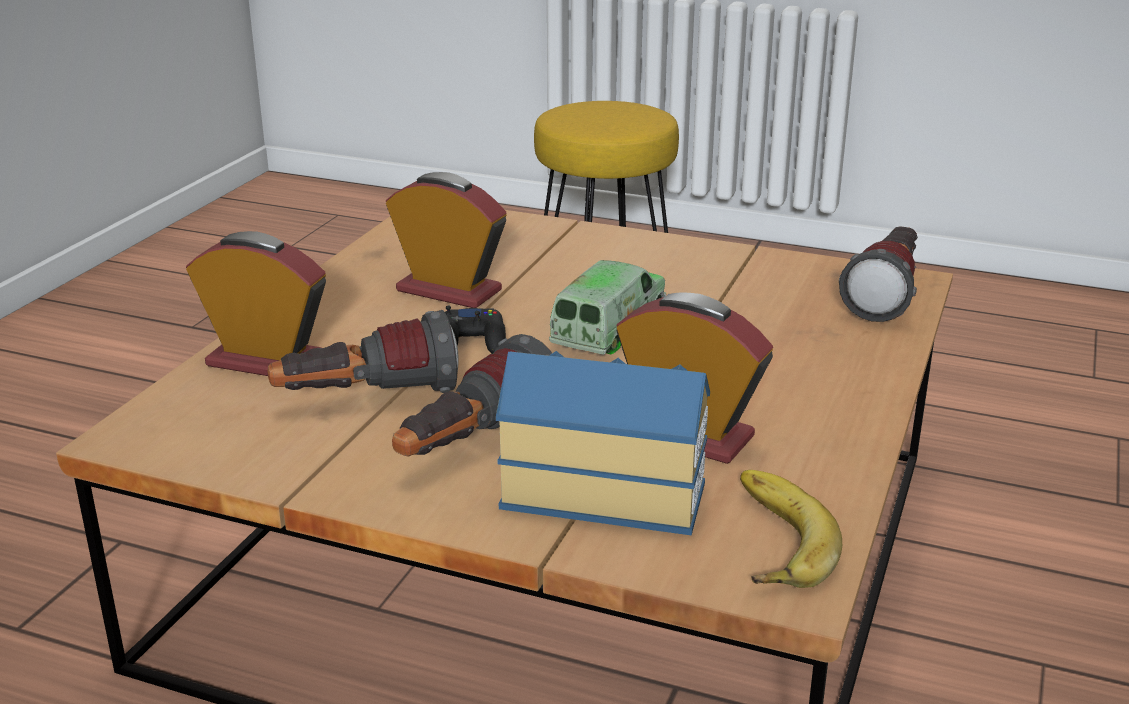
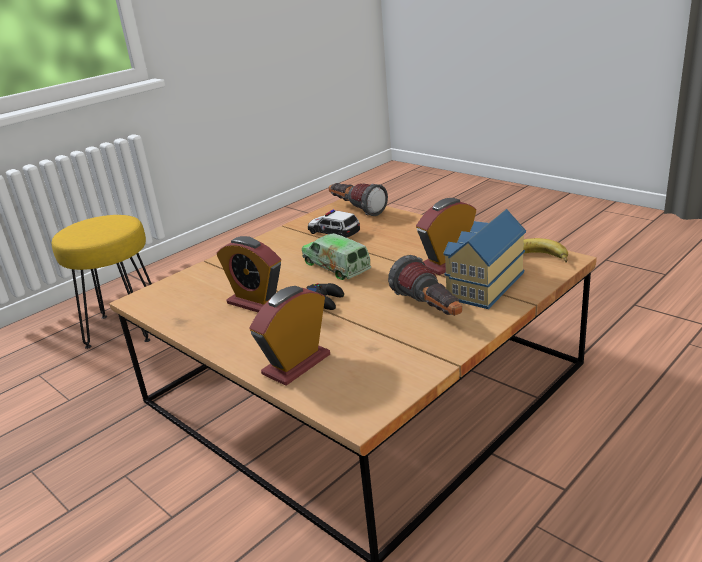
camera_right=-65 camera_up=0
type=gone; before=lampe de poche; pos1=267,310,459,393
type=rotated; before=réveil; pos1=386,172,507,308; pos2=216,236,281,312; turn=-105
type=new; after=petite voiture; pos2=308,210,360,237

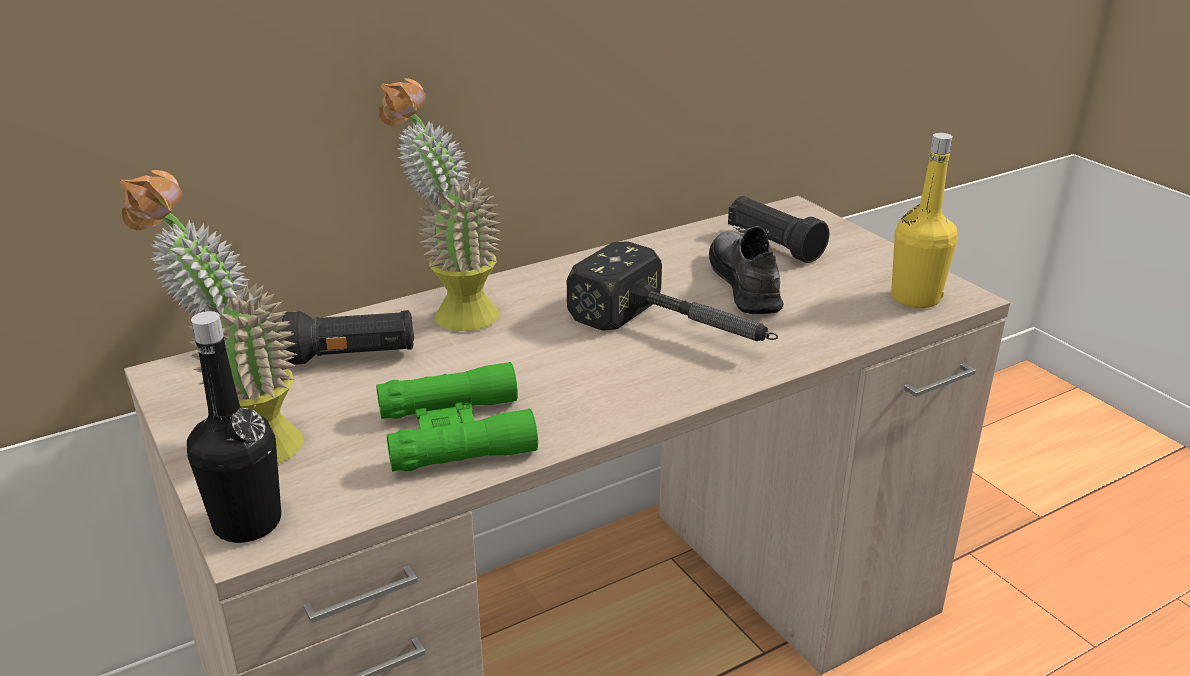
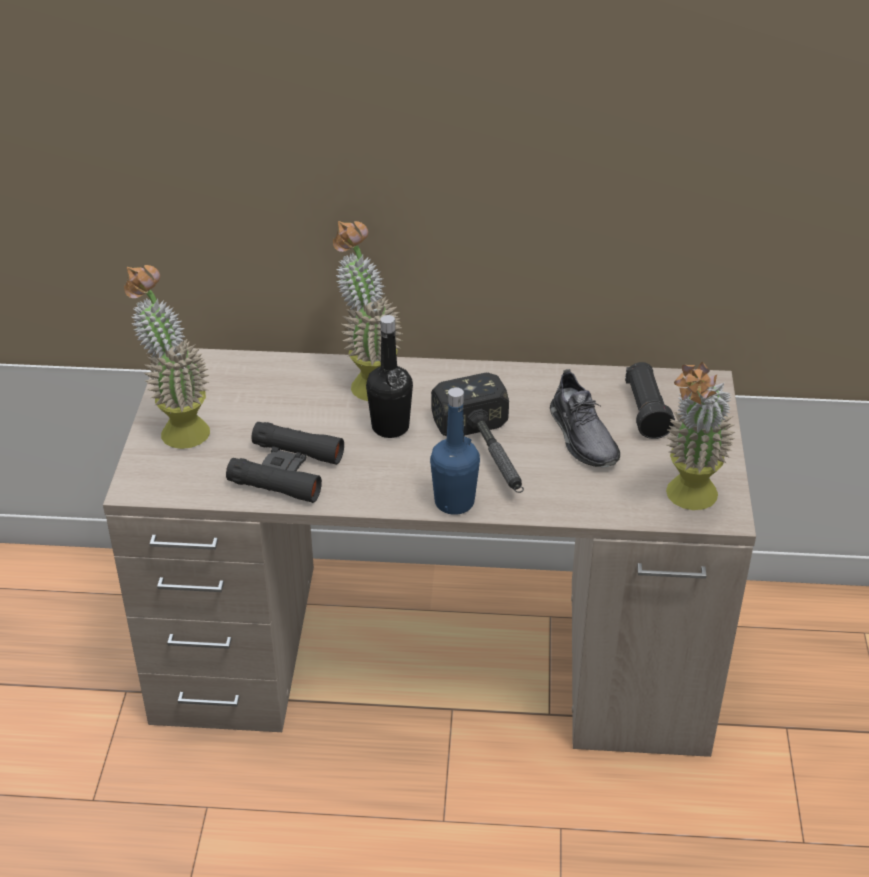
camera_right=35 camera_up=10
type=shifted; before=bouteille (noir); pos1=187,311,281,543; pos2=366,315,413,438
type=gone; before=lampe de poche (noir); pos1=282,310,414,365
type=repainted; before=jumelles (vert); after=jumelles (noir); pos1=376,362,538,471; pos2=226,422,344,503
type=rotated; before=chaussure (gris); pos1=709,226,783,314; pos2=550,369,620,468; turn=135
type=swapped; before=bouteille (jaune); after=plante en pot; pos1=891,133,957,308; pos2=665,362,735,510
type=new; after=bouteille (bleu); pos2=430,387,480,515

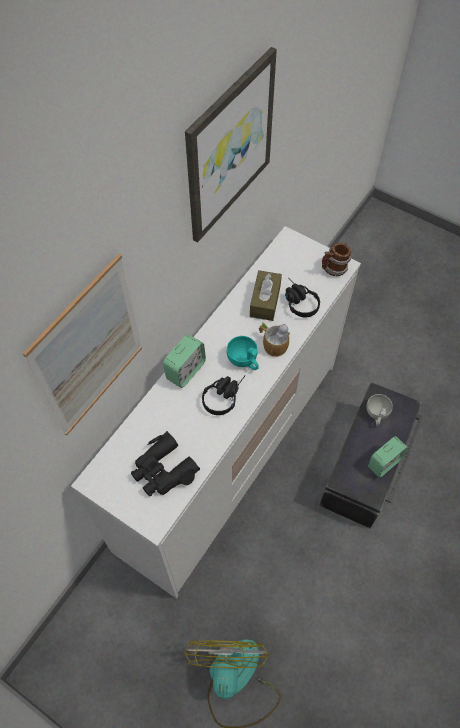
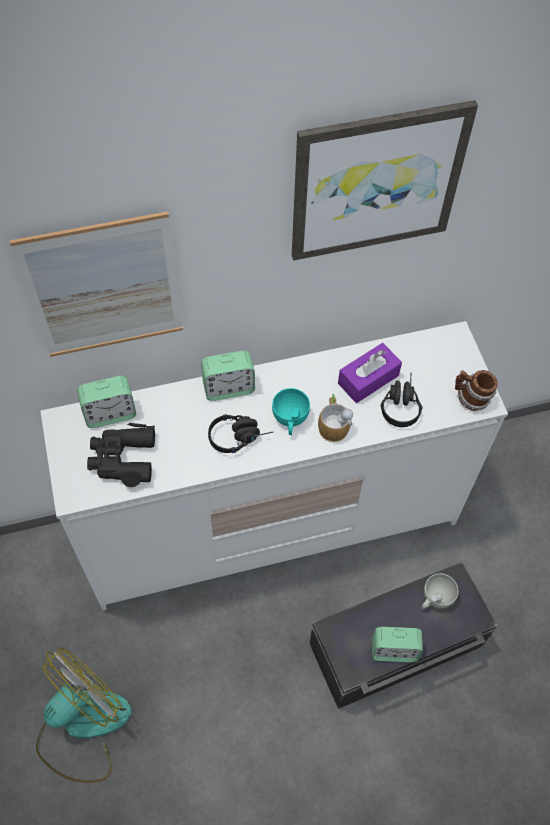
camera_right=40 camera_up=0
type=repainted; before=boîte à mouchoirs (marron); after=boîte à mouchoirs (violet); pos1=250,270,282,321; pos2=338,343,402,403
type=new; after=réveil; pos2=77,376,136,428

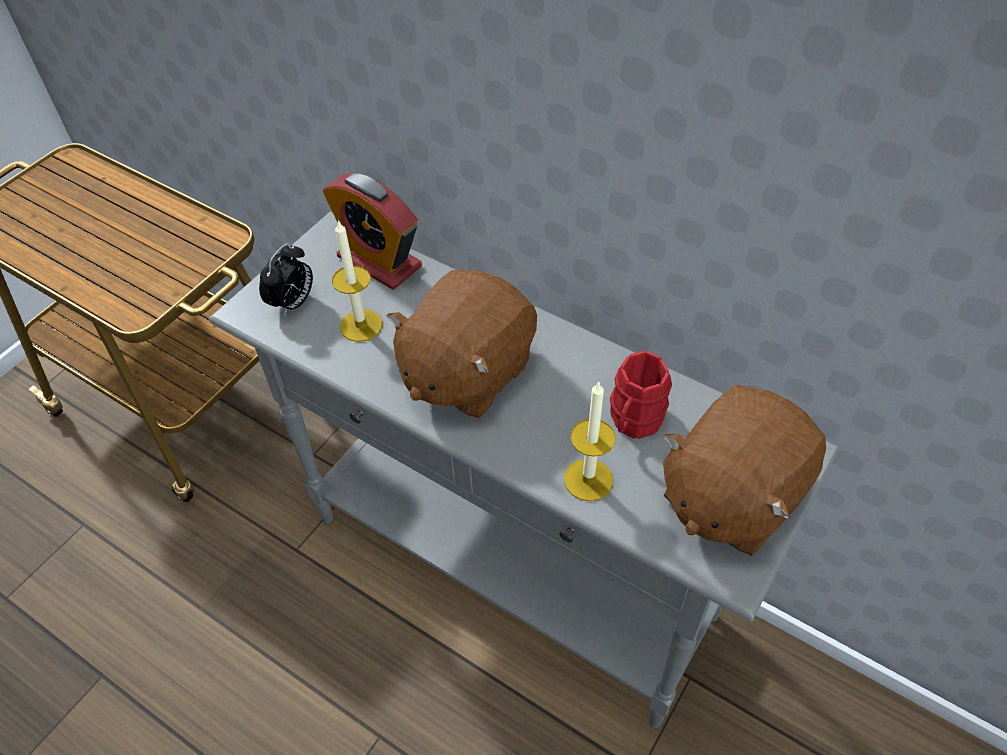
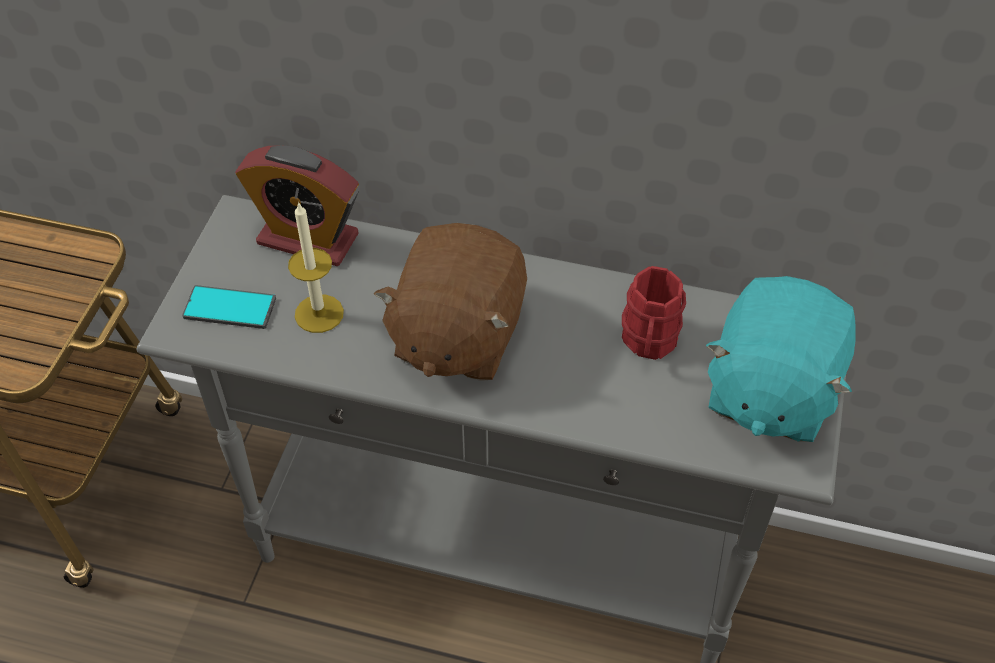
camera_right=-20 camera_up=0
type=swapped; before=réveil; after=téléphone; pos1=259,243,313,316; pos2=182,285,276,329
type=gone; before=bougie; pos1=564,382,616,501
type=repainted; before=peluche (marron); after=peluche (turquoise); pos1=663,385,826,556; pos2=706,276,856,442

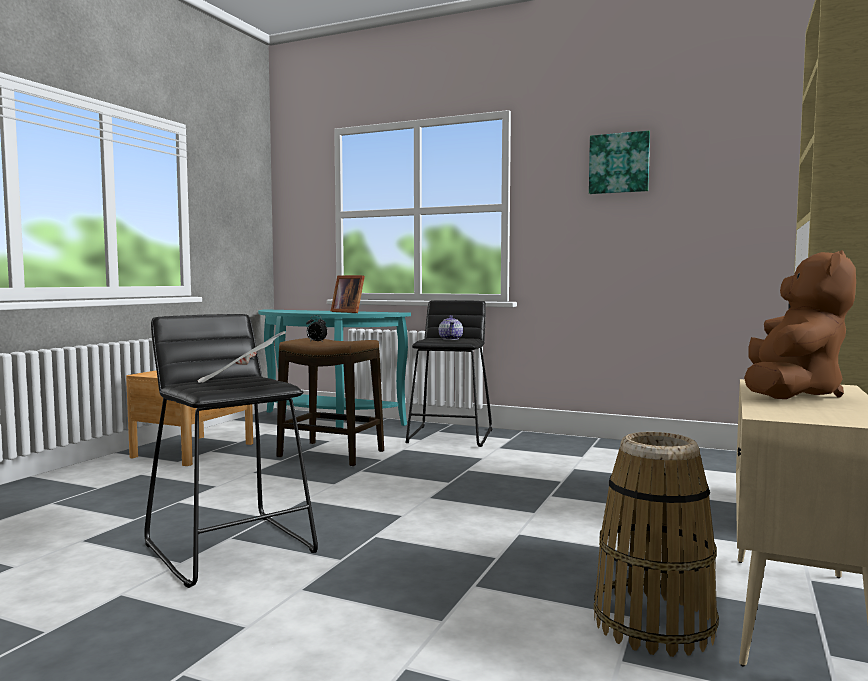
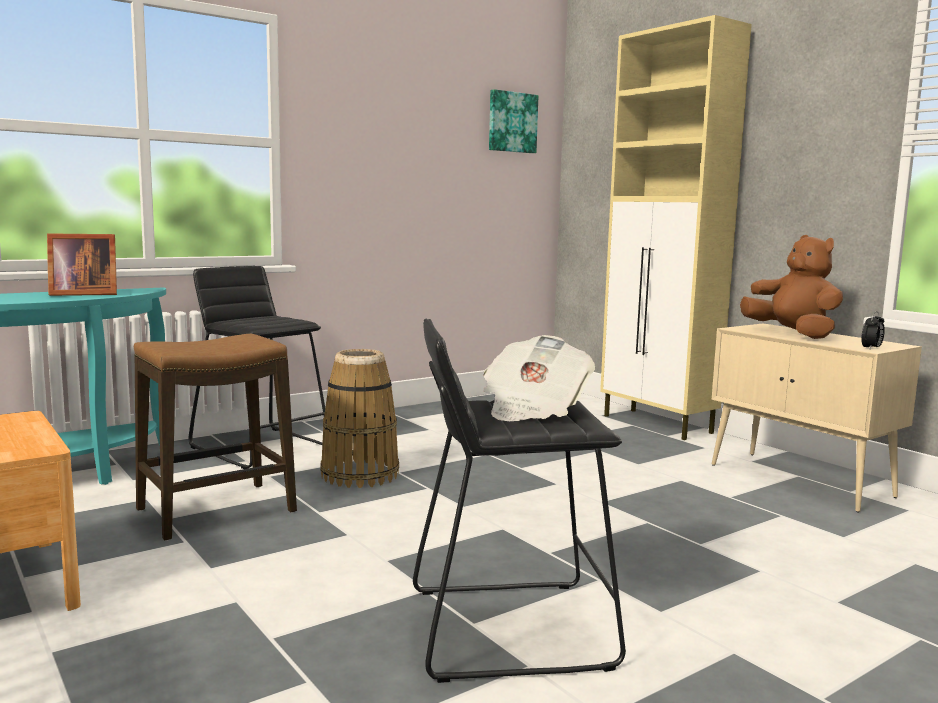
camera_right=-60 camera_up=5
type=shifted; before=réveil; pos1=306,316,327,342; pos2=861,312,885,349
type=gone; before=théière; pos1=439,315,463,340
type=shifted; before=tableau; pos1=589,131,650,194; pos2=489,89,538,153
type=shifted; before=panier; pos1=594,432,719,657; pos2=321,349,399,488

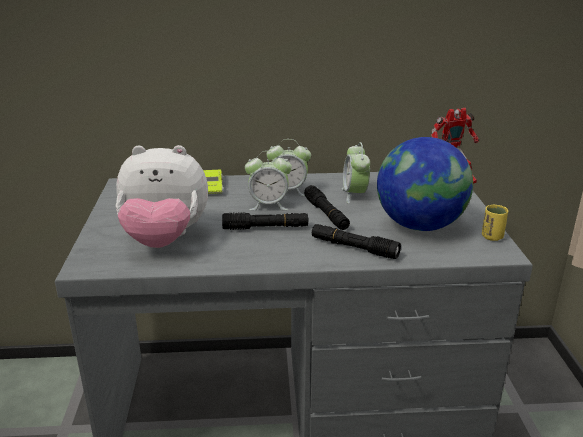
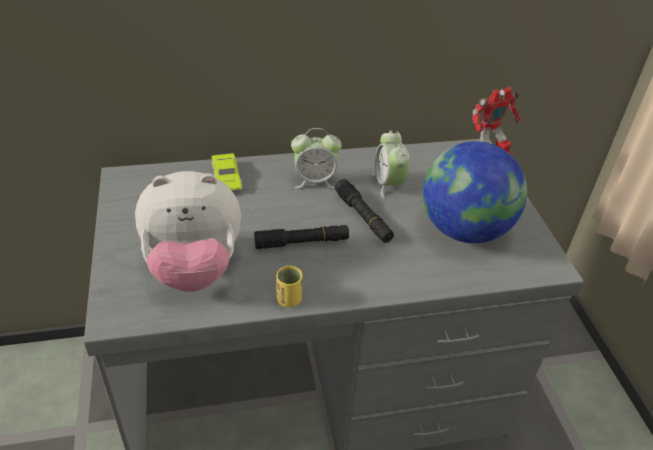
camera_right=-10 camera_up=15
type=gone; before=réveil; pos1=245,151,292,210
type=gone; before=lampe de poche (noir); pos1=312,224,401,259
type=shifted; before=tasse (jaune); pos1=482,205,508,241; pos2=276,266,302,307

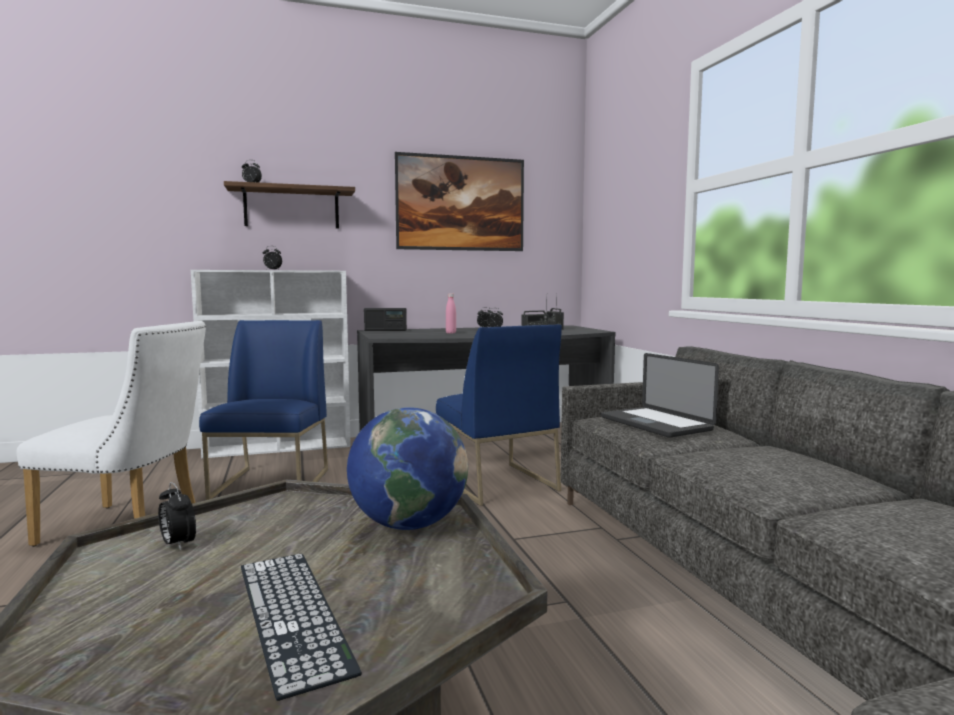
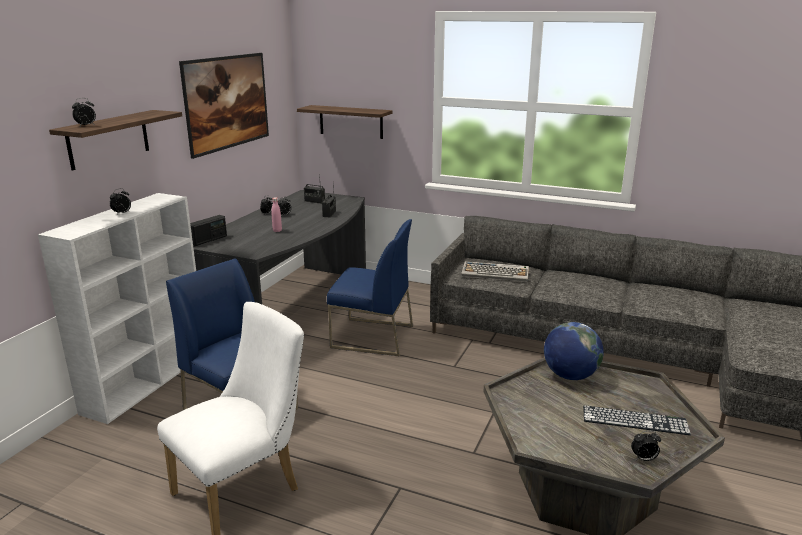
camera_right=-50 camera_up=15
type=shifted; before=réveil; pos1=158,482,196,550; pos2=631,431,661,461
type=swapped; before=ordinateur portable; after=clavier; pos1=601,353,719,438; pos2=461,261,529,282
type=new; after=étagère; pos2=297,105,393,139

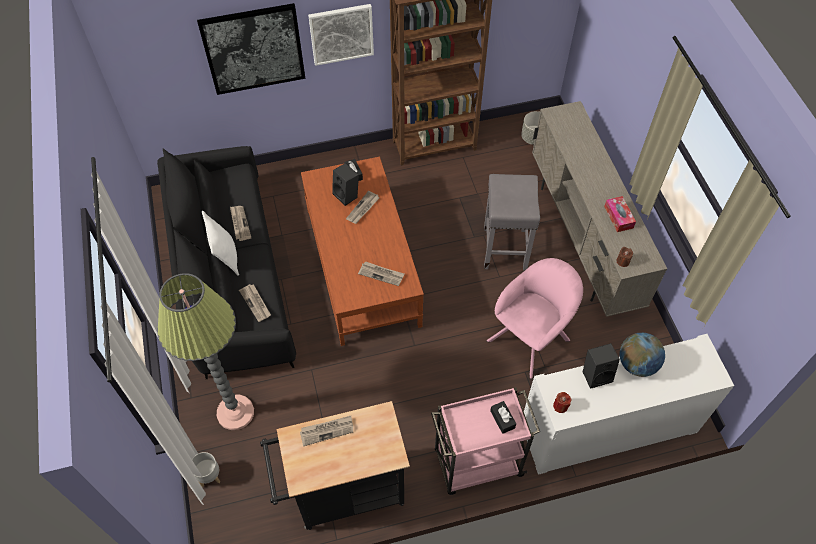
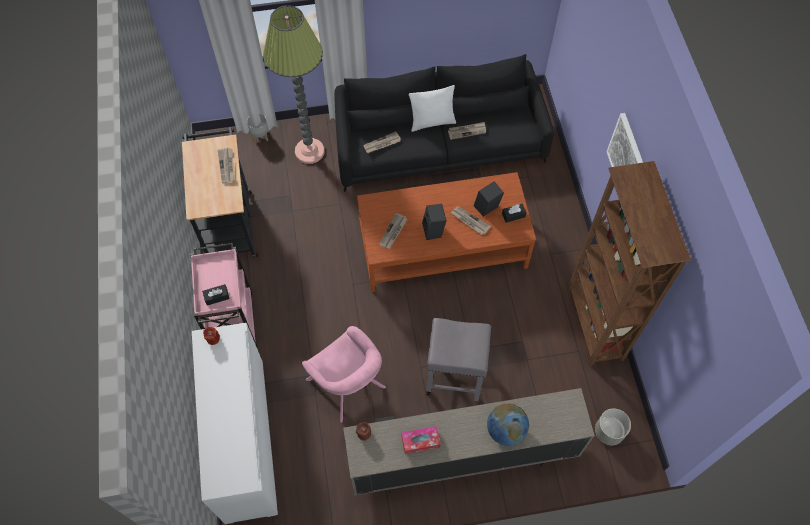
camera_right=95 camera_up=5
type=gone; before=tableau; pos1=197,3,305,95
type=shifted; before=enceinte (noir); pos1=583,343,620,389; pos2=422,204,447,240
type=shifted; before=globe; pos1=619,333,665,377; pos2=487,403,529,446

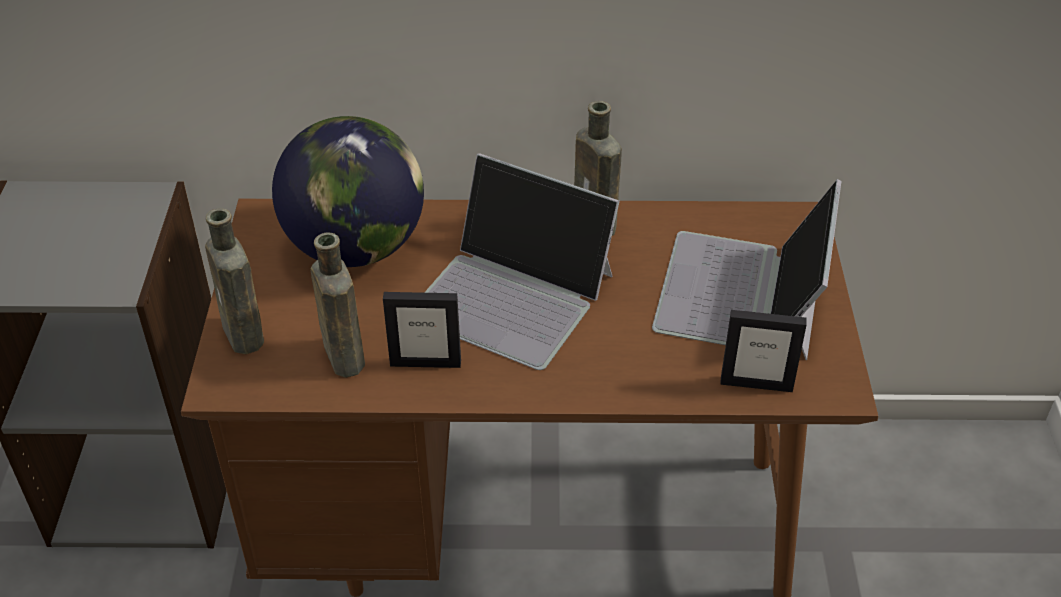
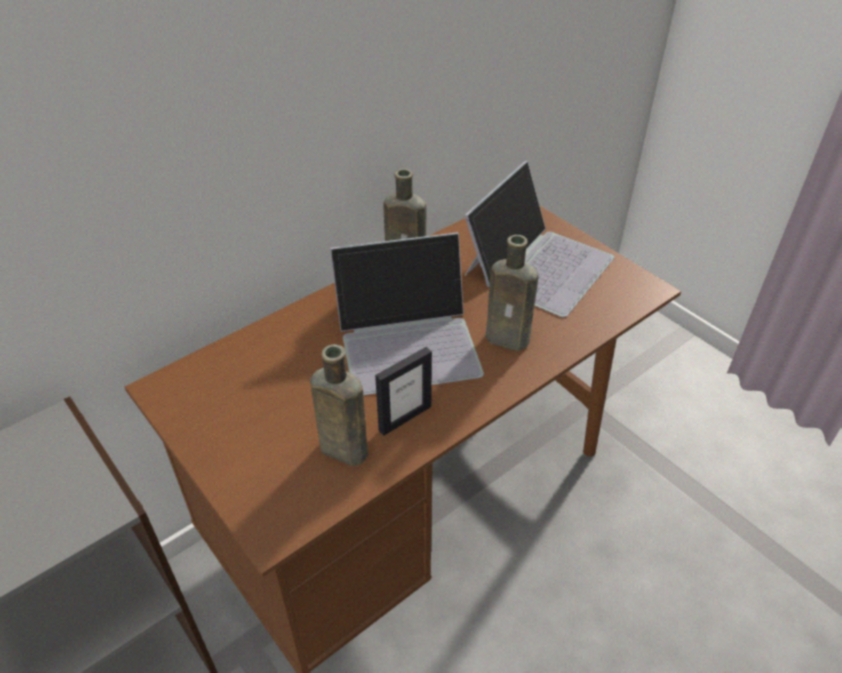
camera_right=-40 camera_up=0
type=shifted; before=bouteille (marron); pos1=205,208,264,354; pos2=486,235,539,351
type=gone; before=globe; pos1=272,116,424,267
type=rotated; before=ordinateur portable; pos1=652,179,842,360; pos2=464,161,614,317; turn=-120
type=gone; before=cadre photo; pos1=720,310,807,392

